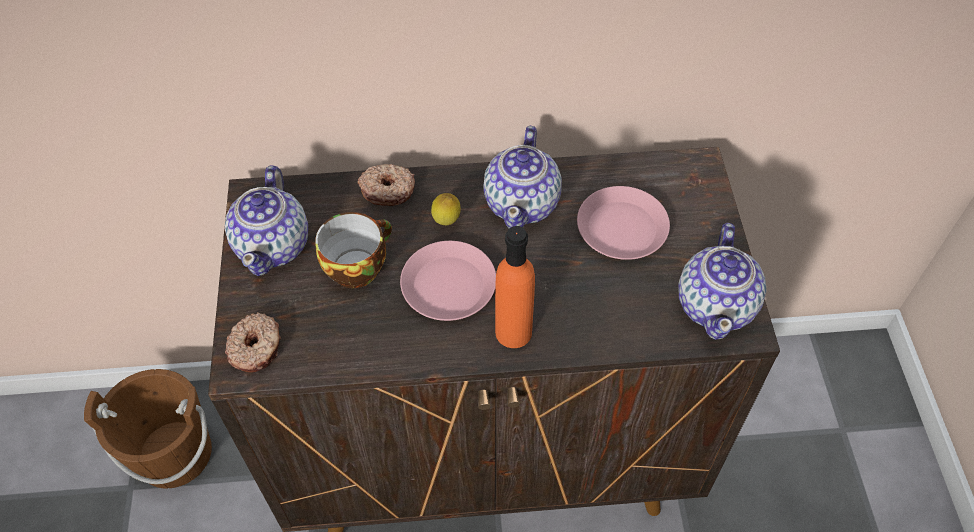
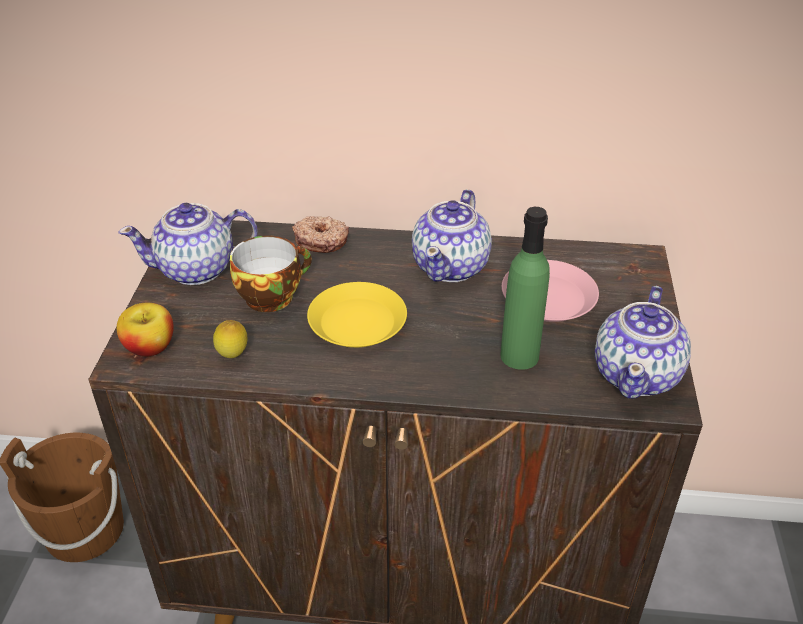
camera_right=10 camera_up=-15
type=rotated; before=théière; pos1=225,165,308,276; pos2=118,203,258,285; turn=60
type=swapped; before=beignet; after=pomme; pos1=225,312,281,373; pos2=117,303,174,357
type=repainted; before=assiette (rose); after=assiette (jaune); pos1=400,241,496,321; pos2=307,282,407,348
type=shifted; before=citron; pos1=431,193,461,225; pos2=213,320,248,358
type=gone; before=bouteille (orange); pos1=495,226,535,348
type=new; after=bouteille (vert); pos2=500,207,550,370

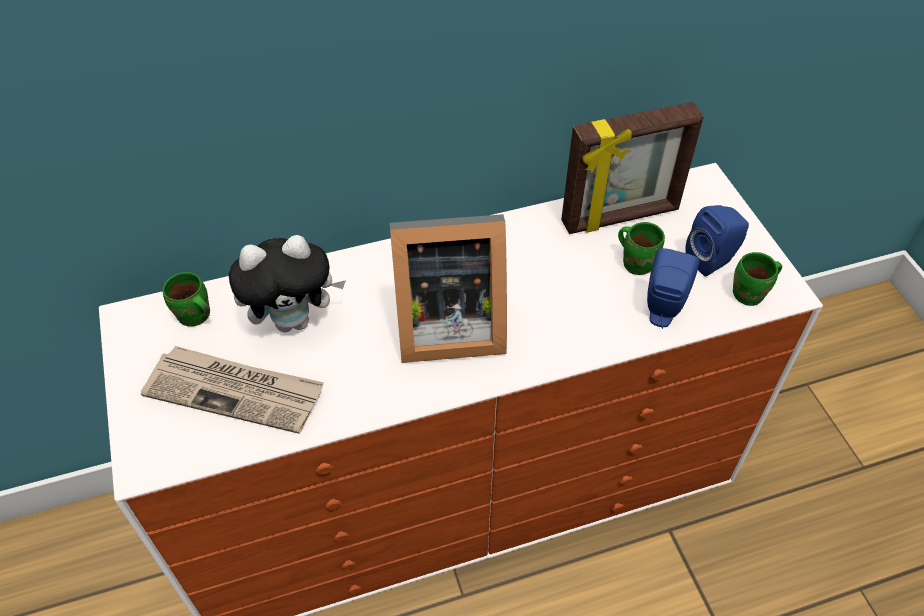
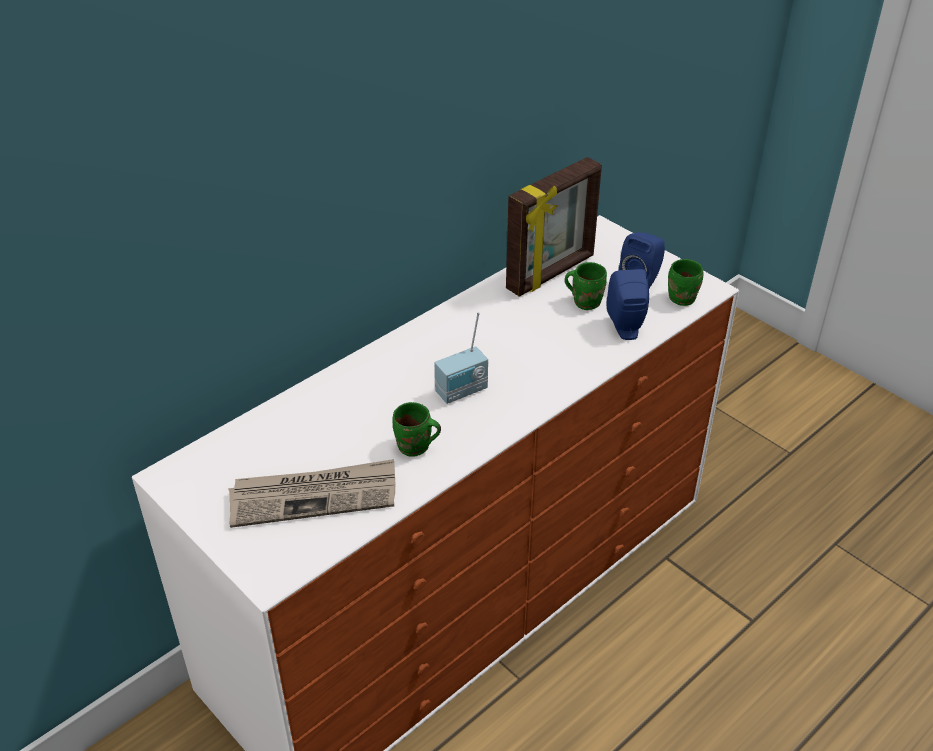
camera_right=-25 camera_up=-10
type=shifted; before=mug (vert); pos1=163,272,210,327; pos2=393,402,441,457
type=gone; before=peluche; pos1=229,235,346,333
type=swapped; before=cadre photo; after=radio; pos1=390,214,507,363; pos2=435,312,488,404

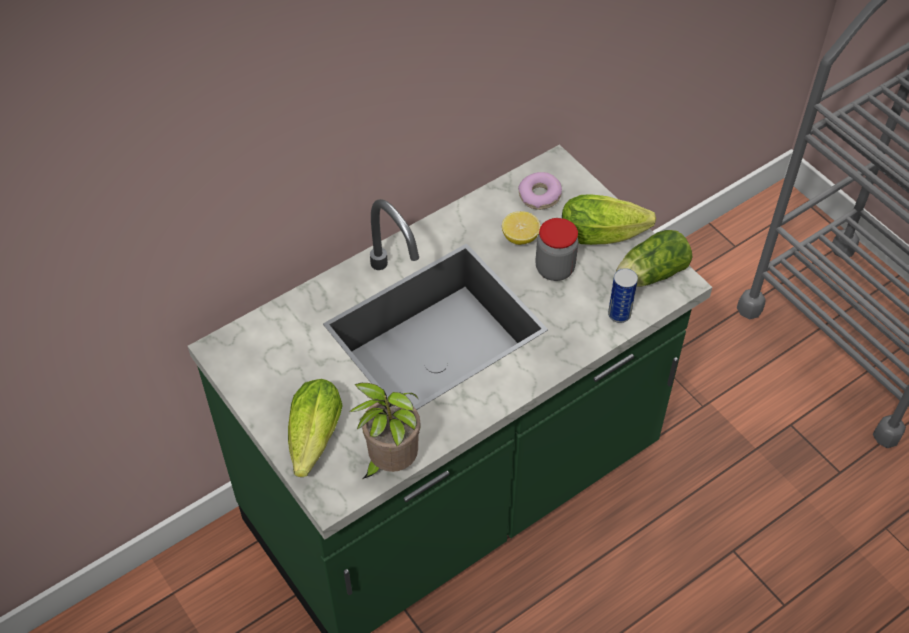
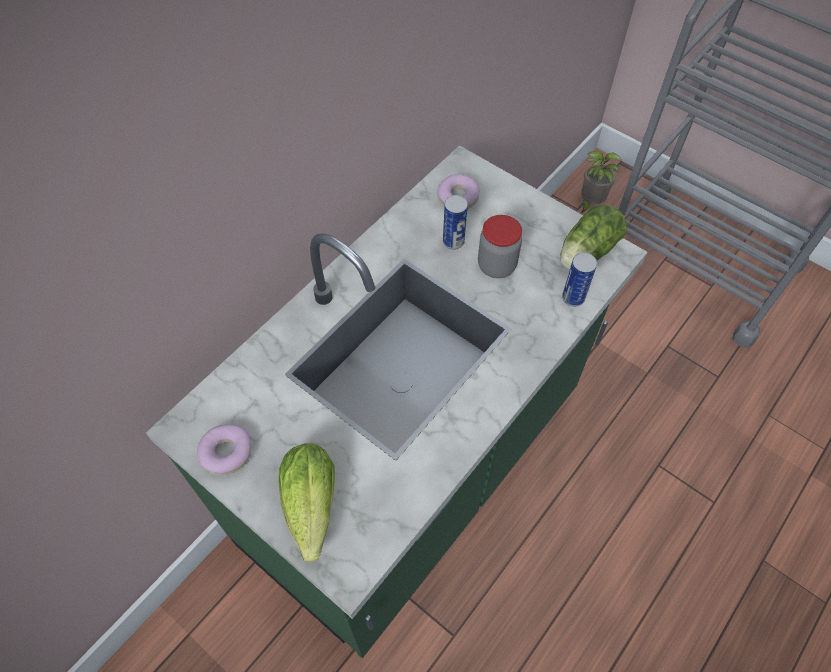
camera_right=-15 camera_up=5
type=shifted; before=plante en pot; pos1=349,383,421,479; pos2=581,151,622,213
type=swapped; before=citron; after=boîte métallique; pos1=502,211,540,245; pos2=443,195,468,250
type=gone; before=laitue; pos1=562,194,656,245
type=new; after=beignet; pos2=197,424,251,475

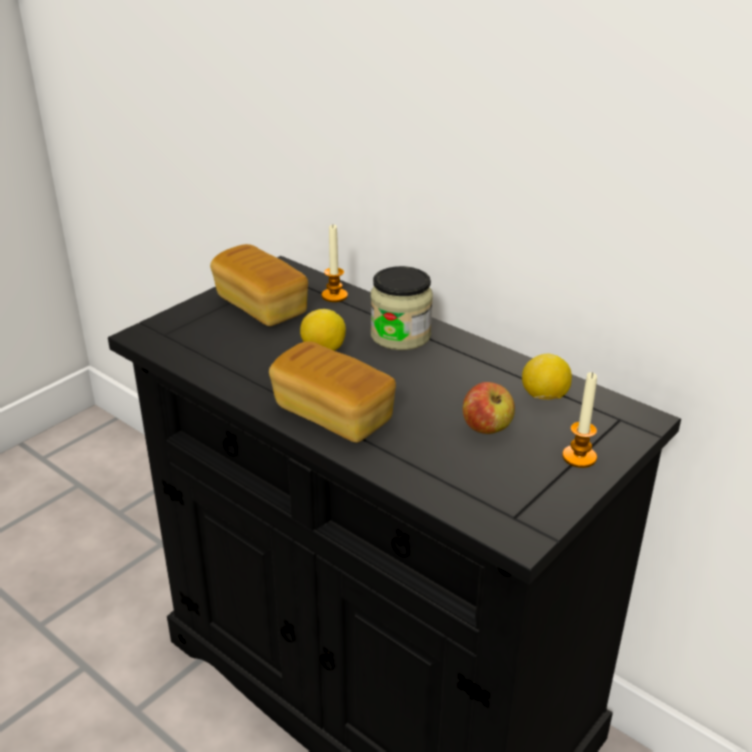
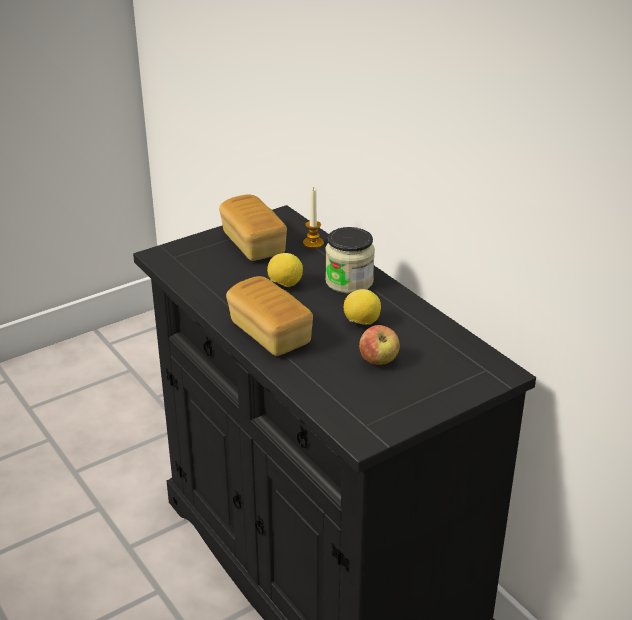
camera_right=15 camera_up=0
type=shifted; before=citron; pos1=522,354,572,400; pos2=344,289,381,325
type=gone; before=bougie; pos1=562,372,597,468

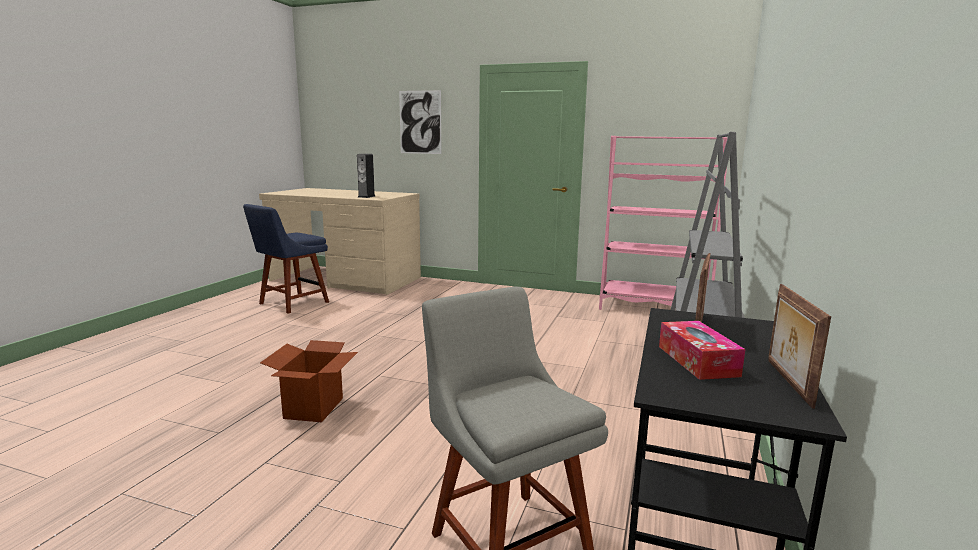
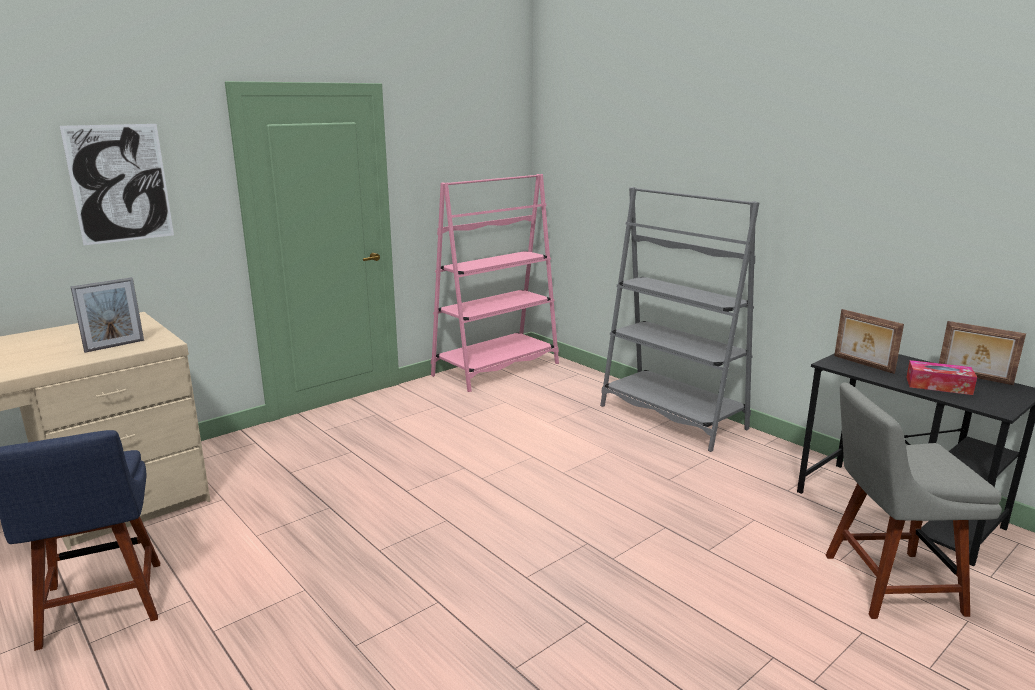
camera_right=-60 camera_up=5
type=gone; before=carton; pos1=260,340,358,422
type=swapped; before=enceinte; after=cadre photo; pos1=357,154,375,198; pos2=71,277,144,353

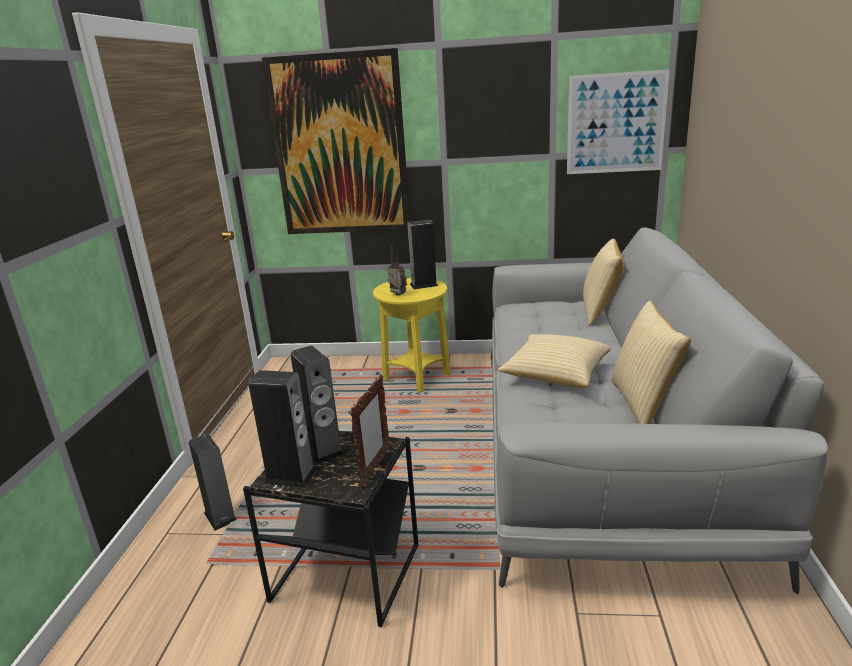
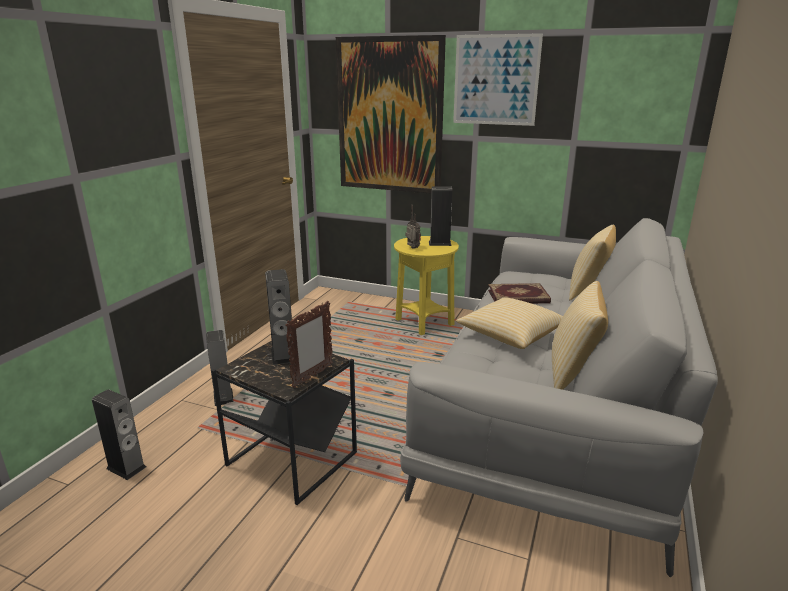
camera_right=15 camera_up=0
type=shifted; before=enceinte; pos1=248,370,317,488; pos2=92,389,146,480
type=shifted; before=tableau; pos1=567,69,670,174; pos2=453,33,543,126
type=new; after=livre; pos2=488,283,551,304

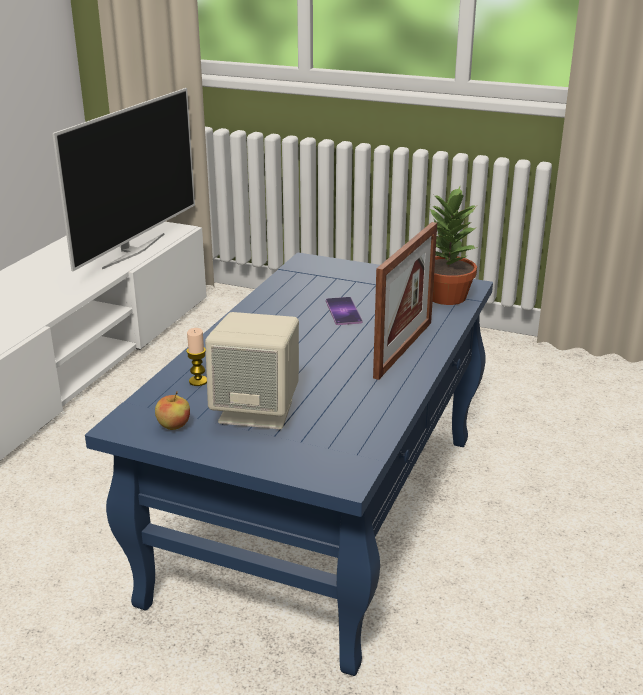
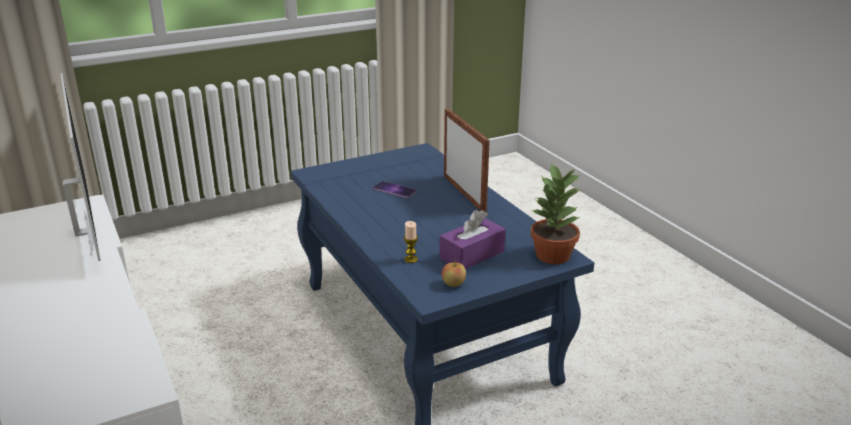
camera_right=-50 camera_up=0
type=swapped; before=enceinte (beige); after=boîte à mouchoirs (violet); pos1=205,312,299,429; pos2=439,210,506,269
type=shifted; before=plante en pot; pos1=428,186,478,305; pos2=531,162,581,264

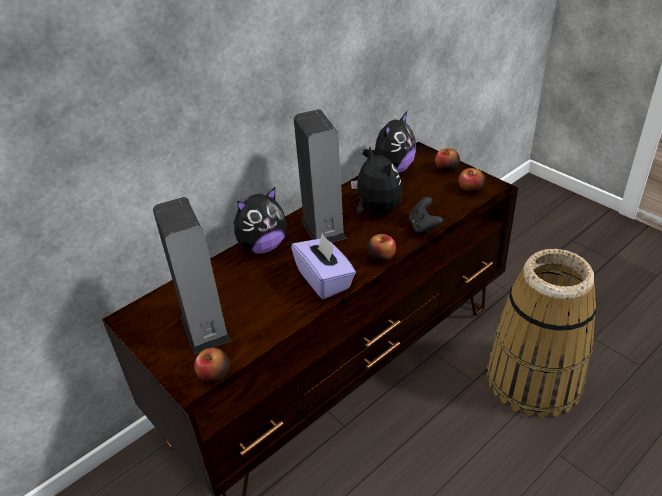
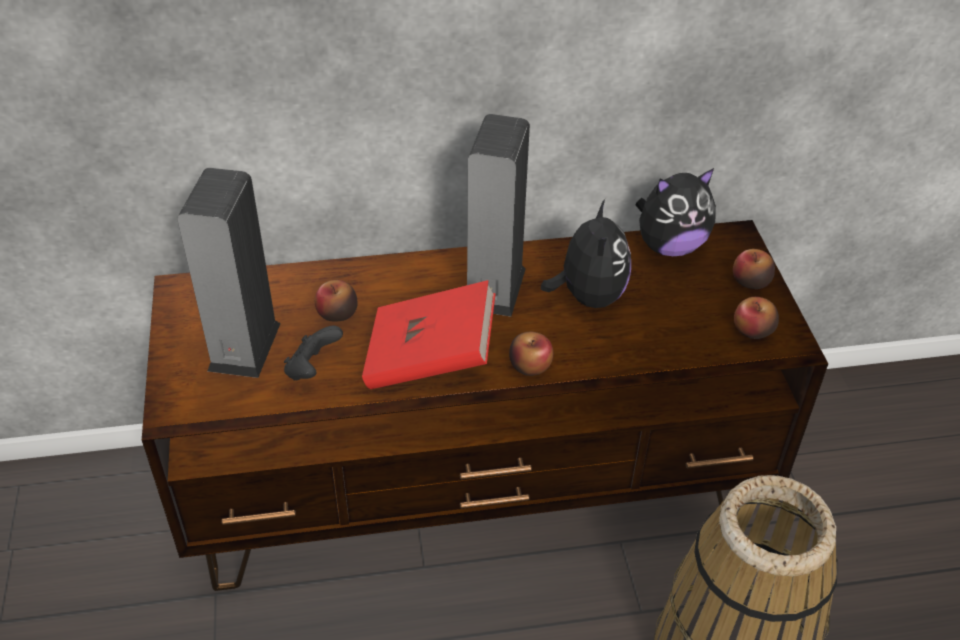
camera_right=30 camera_up=5
type=shifted; before=pomme; pos1=194,348,230,383; pos2=315,280,358,322
type=gone; before=peluche; pos1=234,187,287,254
type=swapped; before=boîte à mouchoirs (violet); after=livre (rouge); pos1=291,233,356,299; pos2=362,280,495,389
type=shifted; before=manette (noir); pos1=409,197,443,236; pos2=284,326,343,380

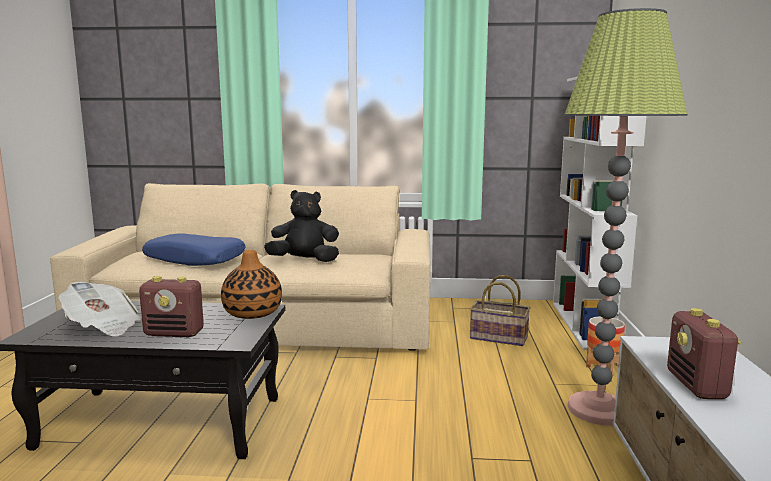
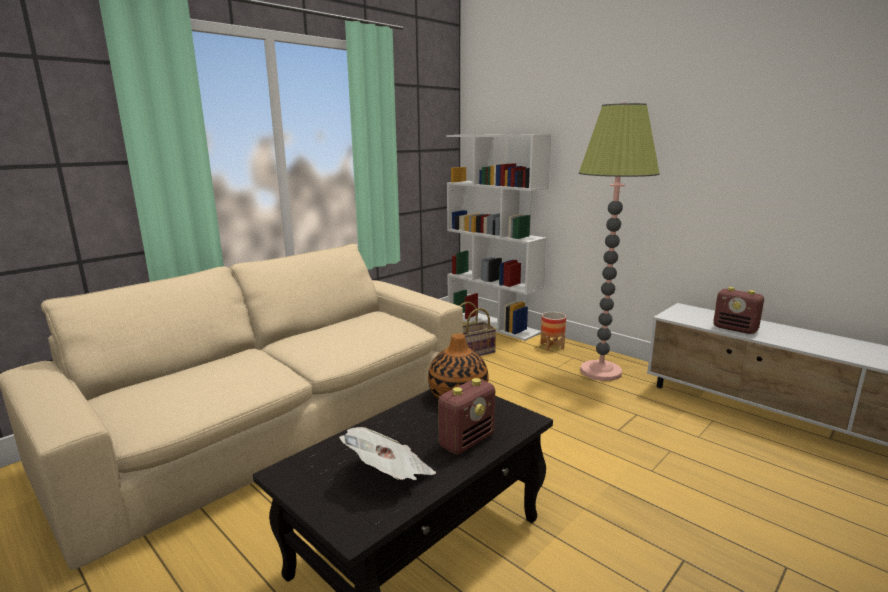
camera_right=-50 camera_up=5
type=gone; before=coussin (bleu); pos1=142,233,246,266
type=gone; before=peluche (noir); pos1=264,190,339,262

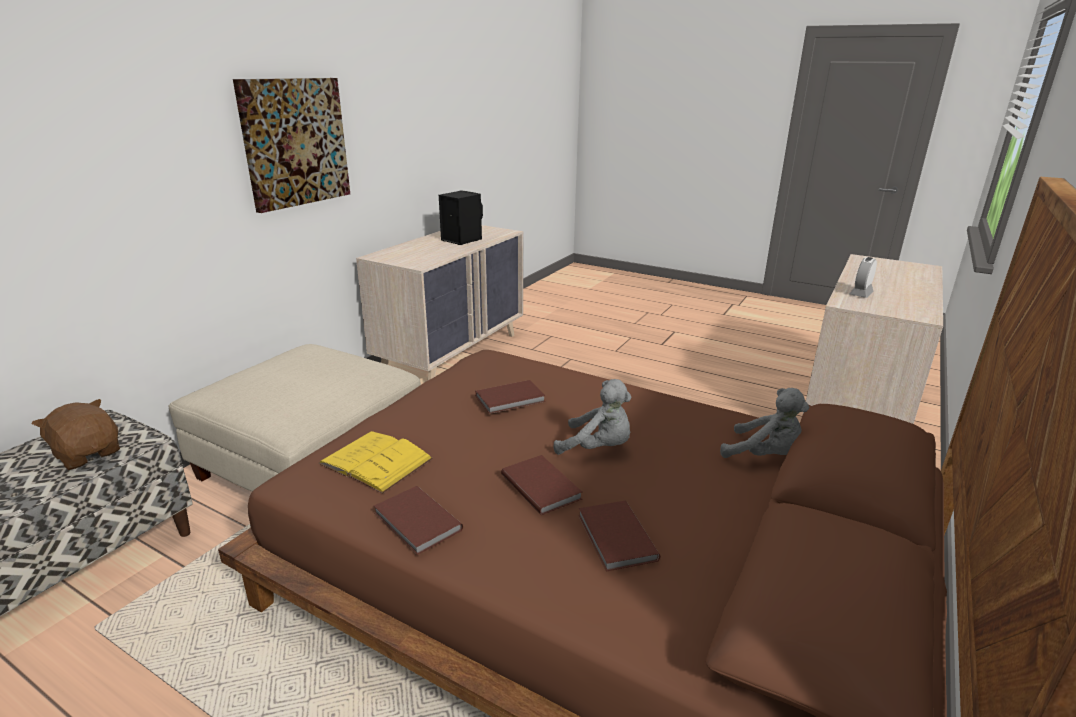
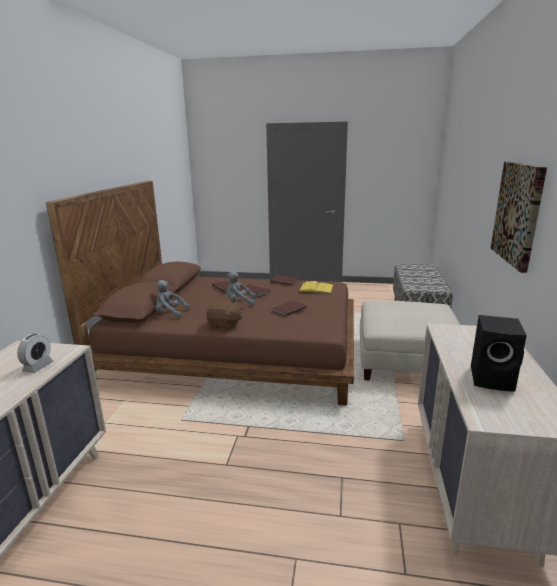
camera_right=160 camera_up=-5
type=shifted; before=peluche (marron); pos1=32,399,120,470; pos2=206,301,242,330

